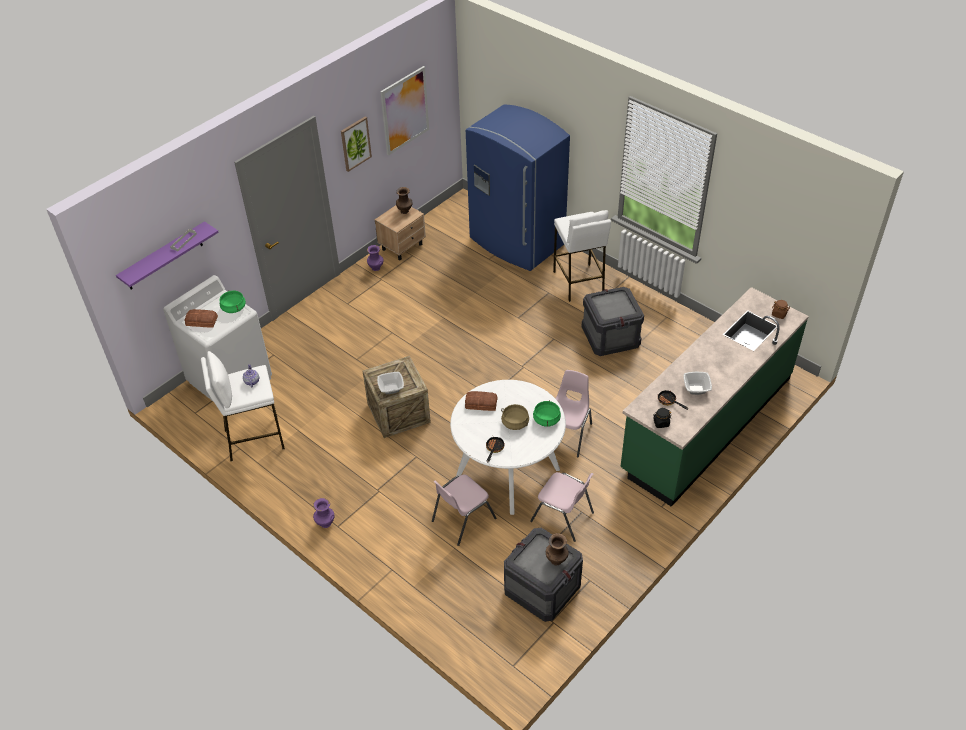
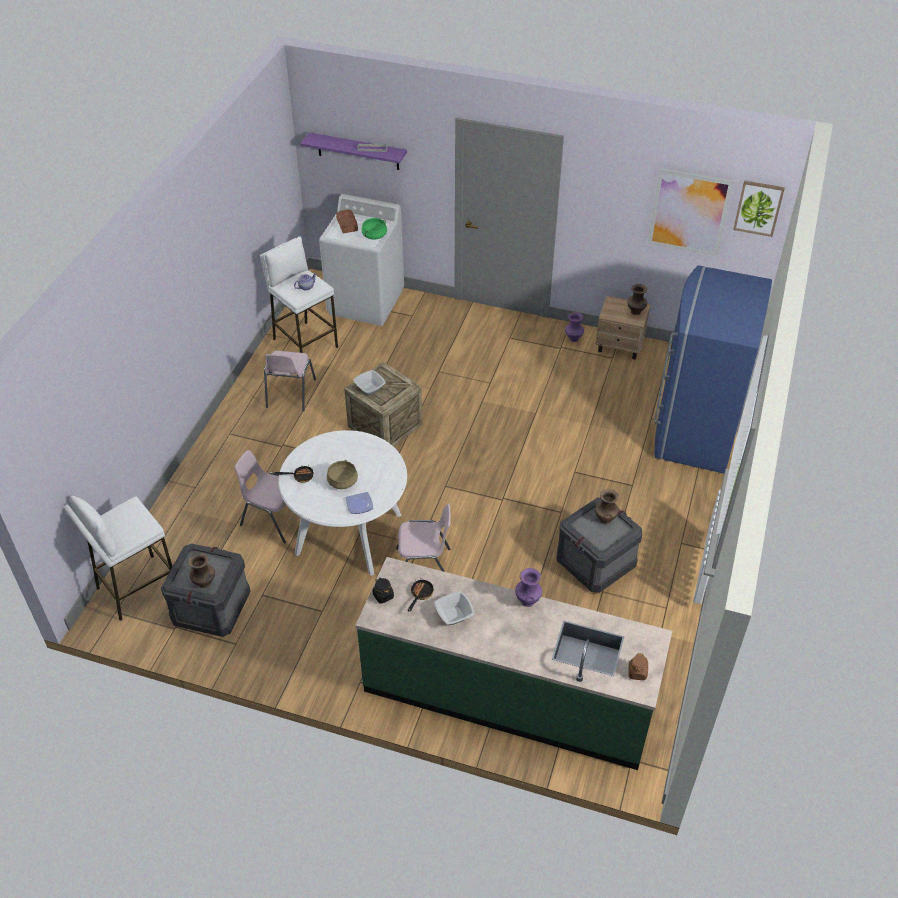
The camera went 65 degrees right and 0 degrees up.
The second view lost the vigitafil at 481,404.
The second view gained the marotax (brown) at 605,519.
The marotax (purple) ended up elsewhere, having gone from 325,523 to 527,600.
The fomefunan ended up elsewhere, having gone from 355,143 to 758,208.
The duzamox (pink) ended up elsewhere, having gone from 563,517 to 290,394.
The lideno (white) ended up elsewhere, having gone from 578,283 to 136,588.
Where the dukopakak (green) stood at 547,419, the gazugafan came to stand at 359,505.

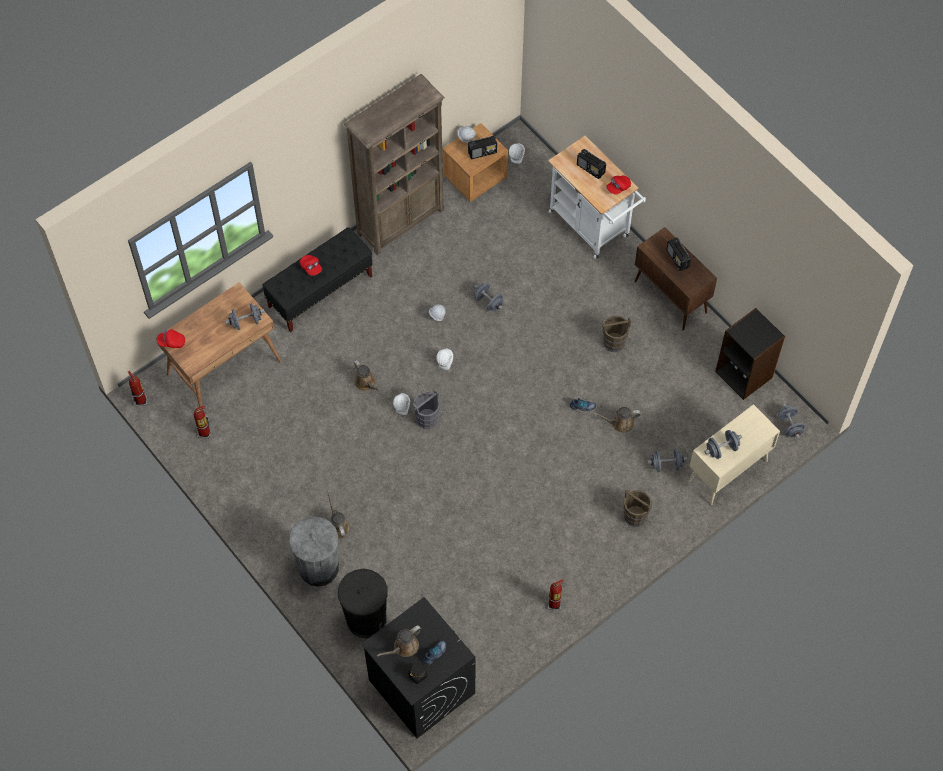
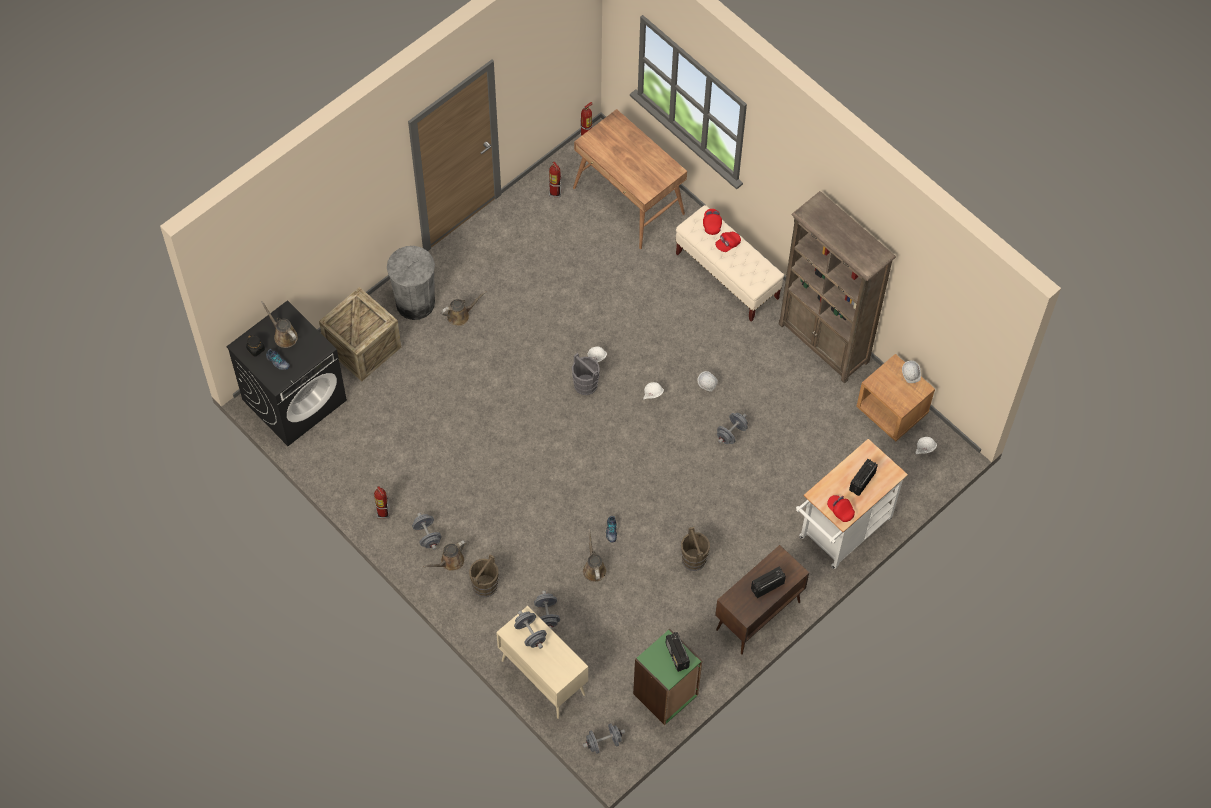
The camera went 85 degrees right and 0 degrees up.
The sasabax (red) ended up elsewhere, having gone from 171,342 to 712,224.
The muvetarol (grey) ended up elsewhere, having gone from 246,322 to 427,535.
The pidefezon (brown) ended up elsewhere, having gone from 366,383 to 450,562.
The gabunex ended up elsewhere, having gone from 482,152 to 677,656.
Where the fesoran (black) stood at 366,619, the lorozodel came to stand at 362,347.
What was the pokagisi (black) at 320,291 turned into the pokagisi (beige) at 727,276.
What was the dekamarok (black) at 744,374 turned into the dekamarok (green) at 666,695.

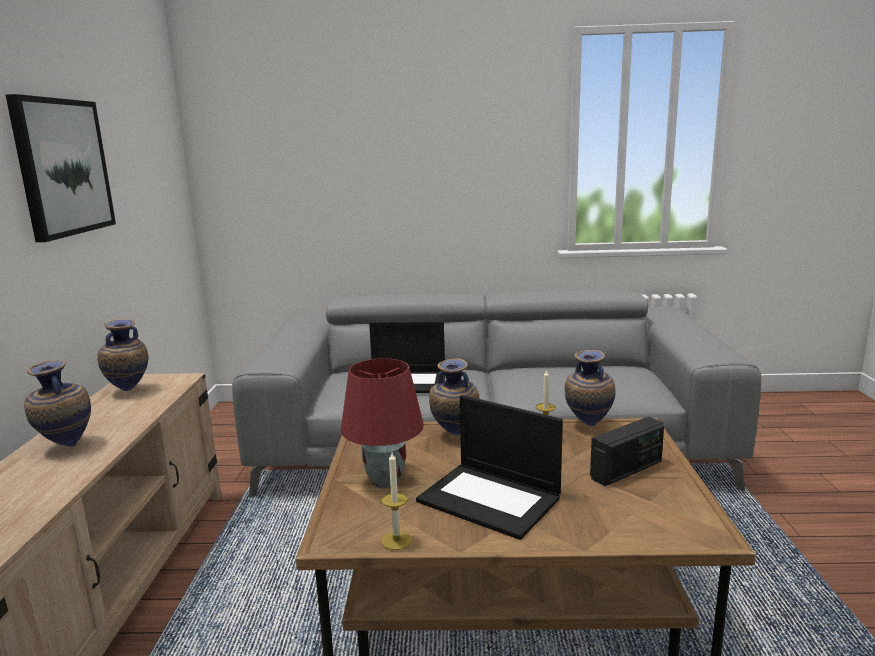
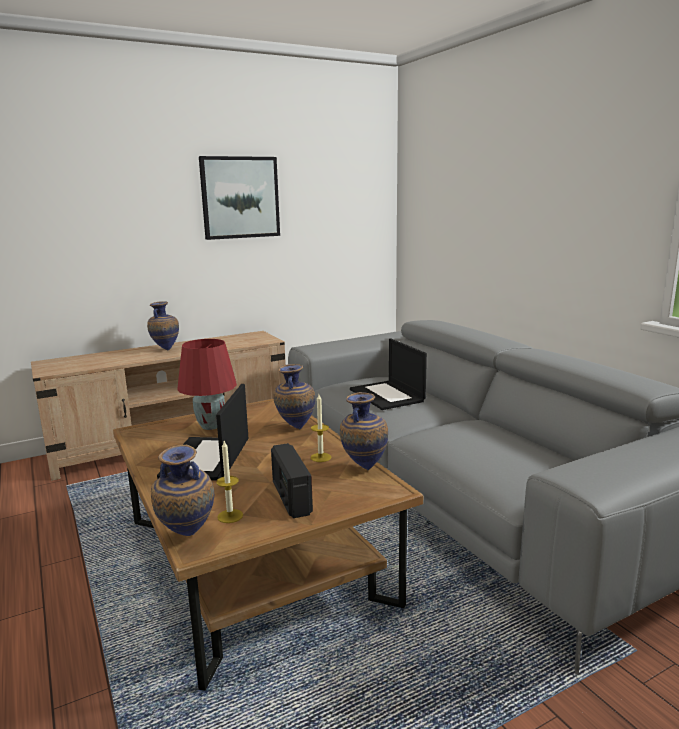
The camera went 60 degrees right and 0 degrees up.
The marotax ended up elsewhere, having gone from 129,391 to 186,537.
The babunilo ended up elsewhere, having gone from 396,540 to 230,516.
The gabunex at 626,470 ended up facing another way, 45 degrees clockwise from before.

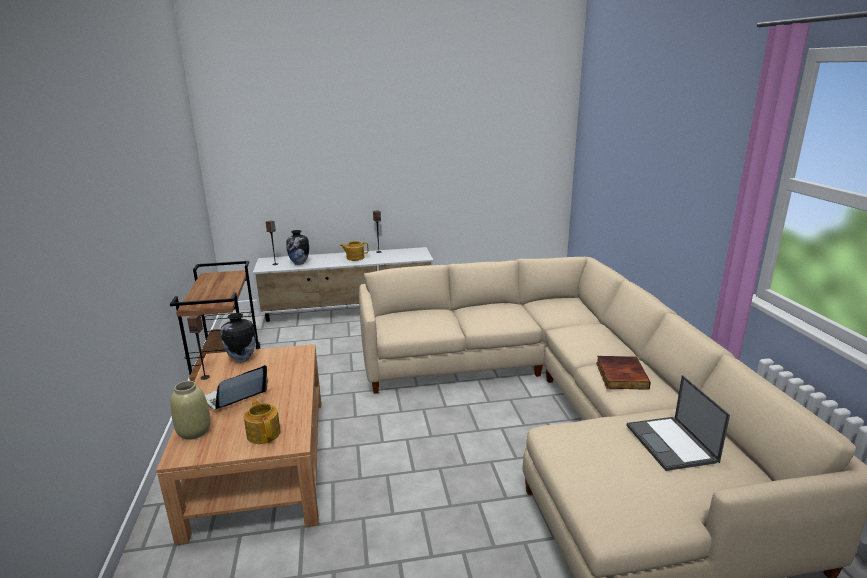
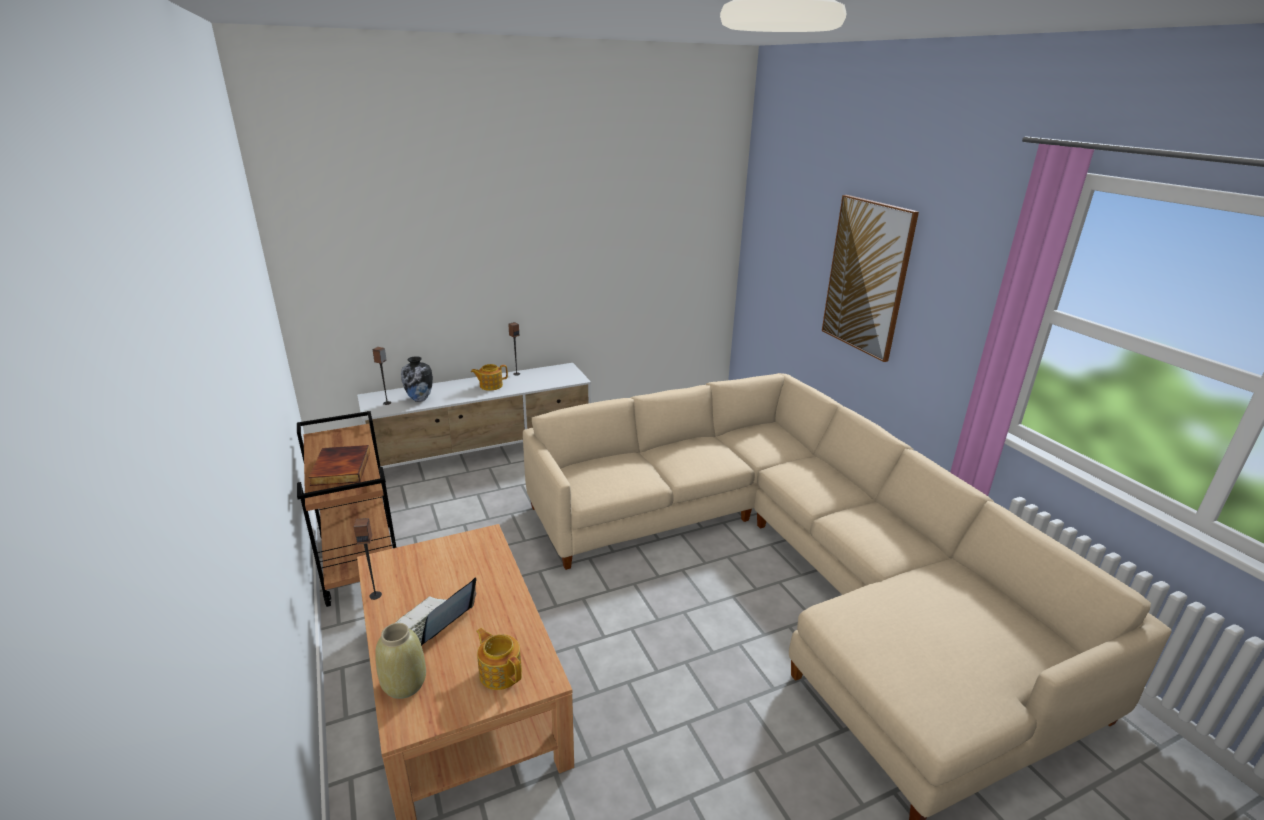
The camera went 15 degrees left and 5 degrees up.
The second view lost the marotax at 241,359.
The second view lost the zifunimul at 672,444.
The second view gained the fomefunan at 867,277.
The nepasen ended up elsewhere, having gone from 620,375 to 340,468.

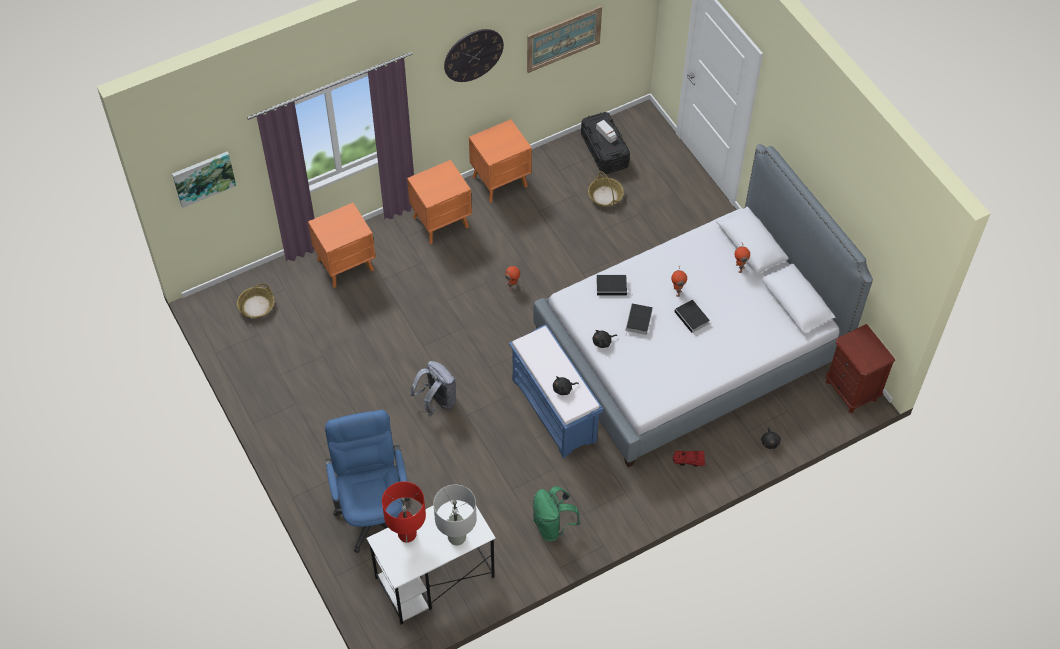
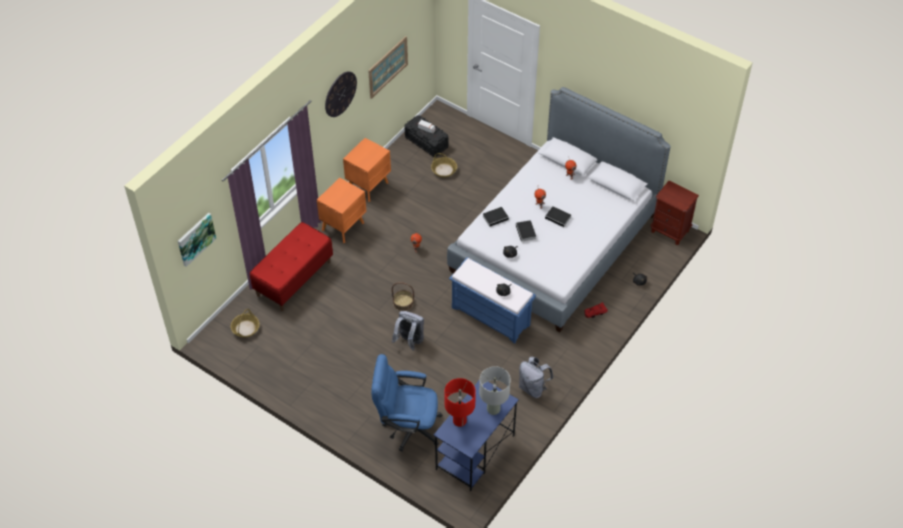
The camera went 25 degrees left and 5 degrees down.
The second view gained the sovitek at 403,302.
Where the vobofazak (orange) stood at 346,265, the pokagisi (red) came to stand at 294,278.
What was the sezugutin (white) at 434,578 turned into the sezugutin (blue) at 475,453.
What was the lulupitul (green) at 552,526 turned into the lulupitul (grey) at 533,388.
The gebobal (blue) at 372,509 ended up facing another way, 45 degrees counterclockwise from before.

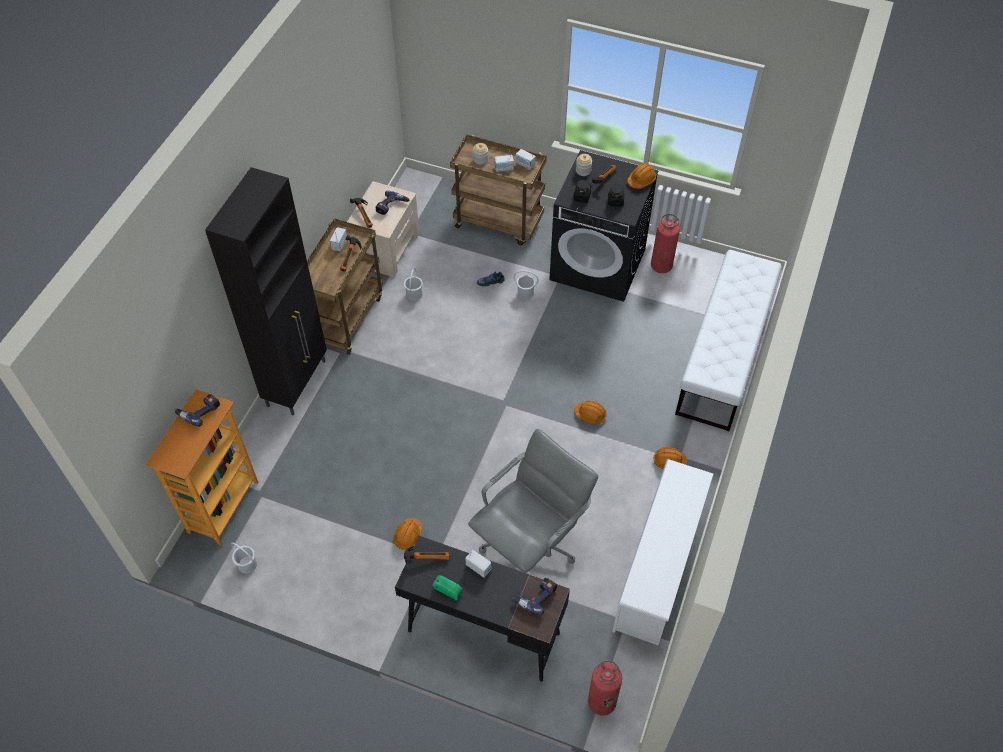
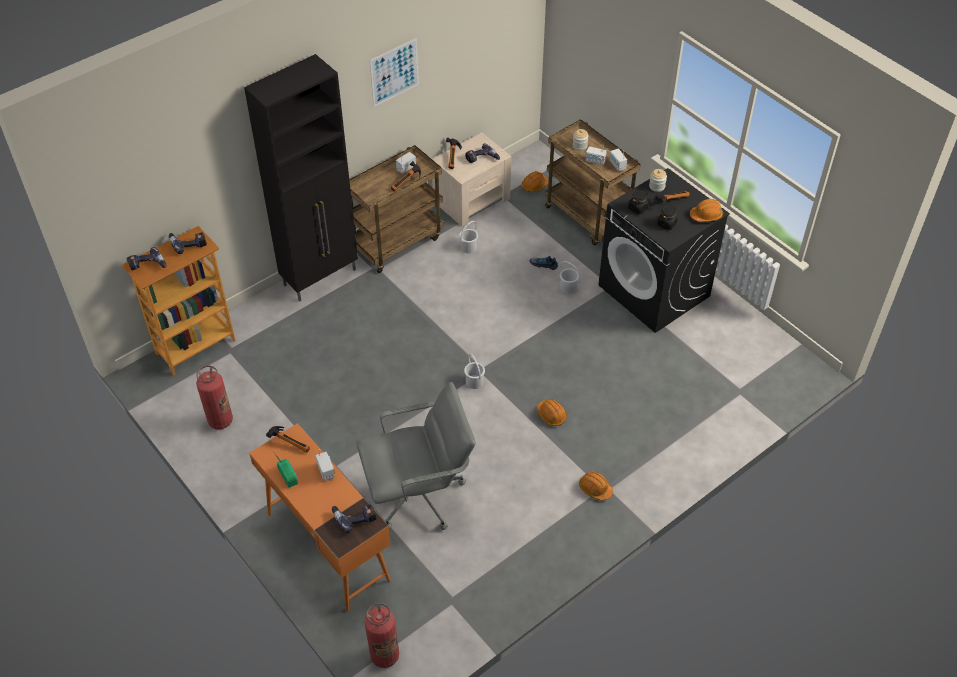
The camera went 30 degrees right and 5 degrees down.
The second view lost the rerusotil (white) at 658,571.
The second view lost the pokagisi (white) at 724,355.
The second view gained the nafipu at 148,266.
The second view gained the fomefunan at 394,72.
The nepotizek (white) ended up elsewhere, having gone from 247,565 to 474,382.
The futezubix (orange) ended up elsewhere, having gone from 408,536 to 534,185.
The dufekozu ended up elsewhere, having gone from 661,266 to 220,420.
What was the sezugutin (black) at 483,632 turned into the sezugutin (orange) at 327,546.

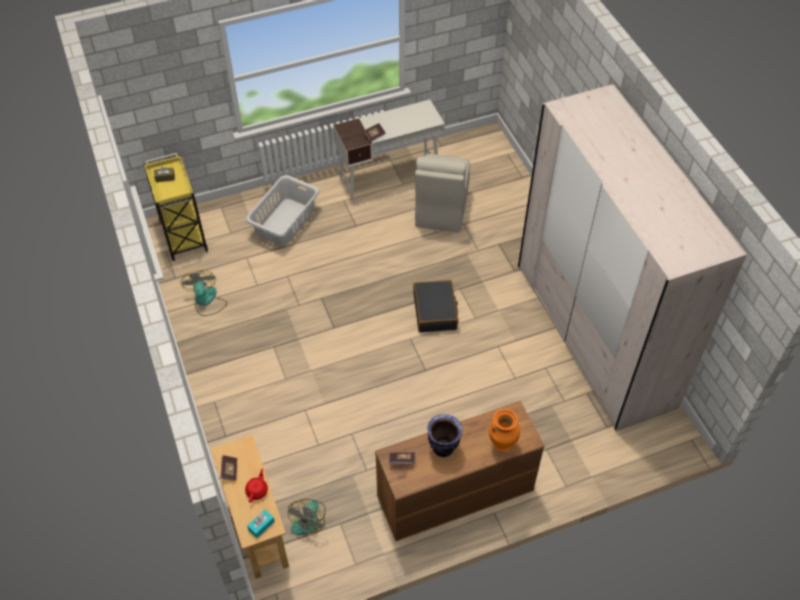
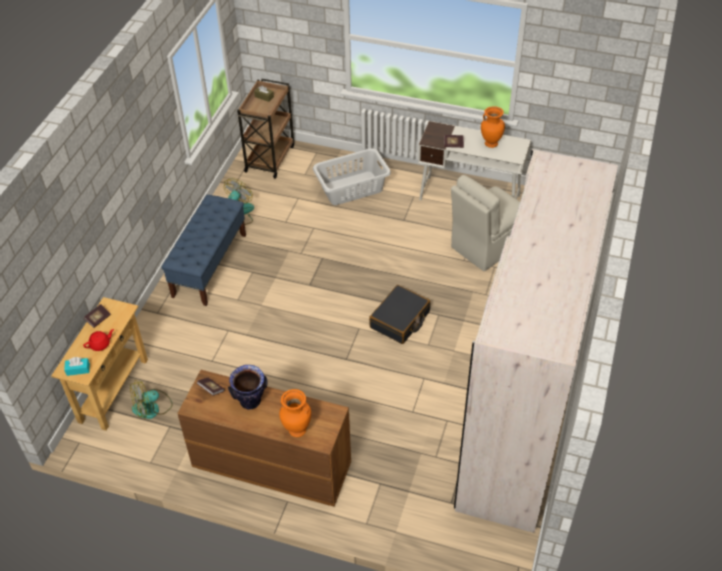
The camera went 40 degrees right and 5 degrees down.
The second view gained the pokagisi (blue) at 209,265.
The second view gained the marotax (orange) at 491,143.
What was the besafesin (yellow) at 183,235 turned into the besafesin (brown) at 270,158.

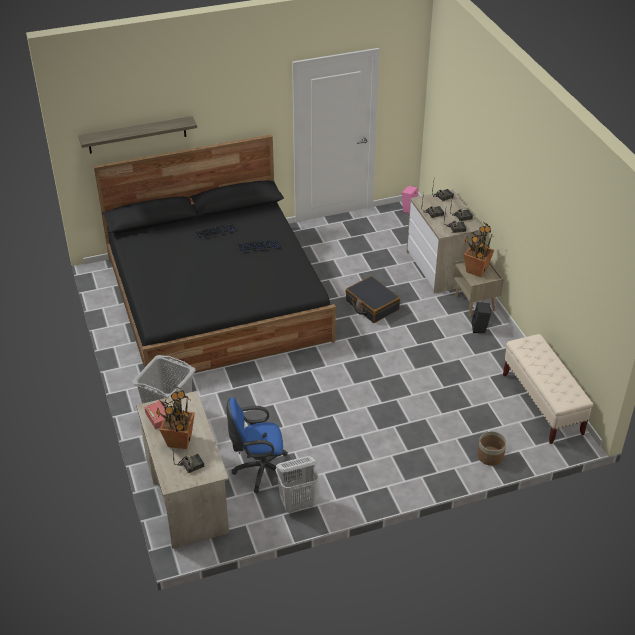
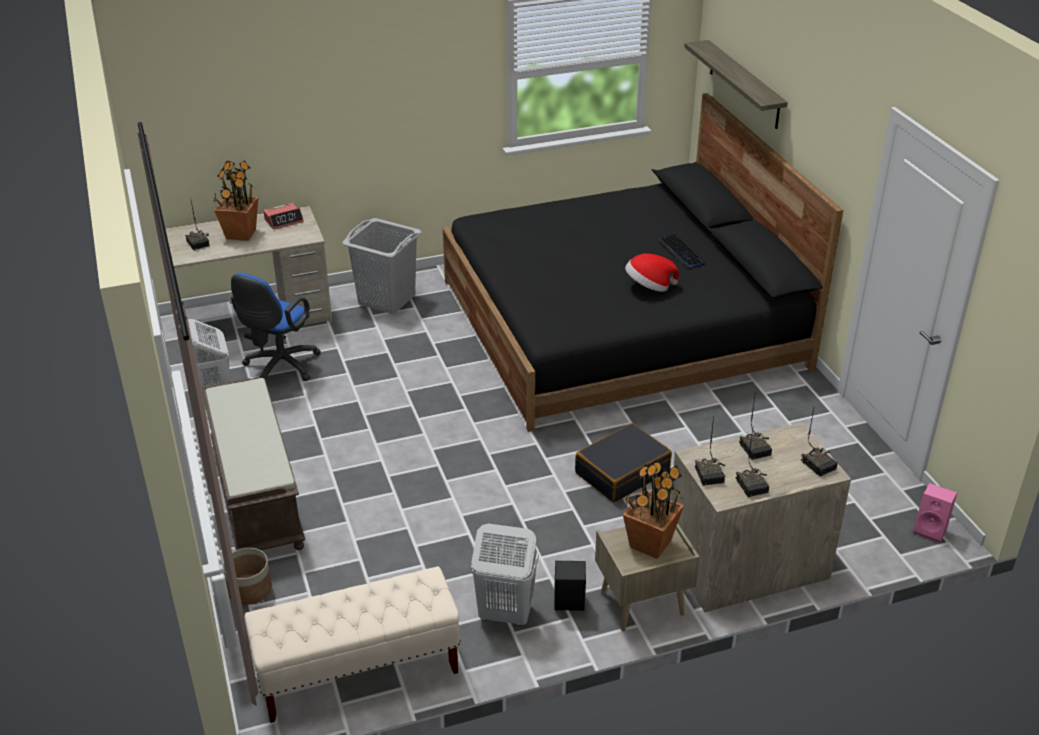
The camera went 90 degrees right and 5 degrees down.
The second view gained the pokagisi (brown) at 255,494.
The second view gained the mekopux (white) at 504,614.
Where the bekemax stood at 258,247, the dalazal came to stand at 649,287.
The gebobal (blue) at 259,470 ended up facing another way, 150 degrees counterclockwise from before.

